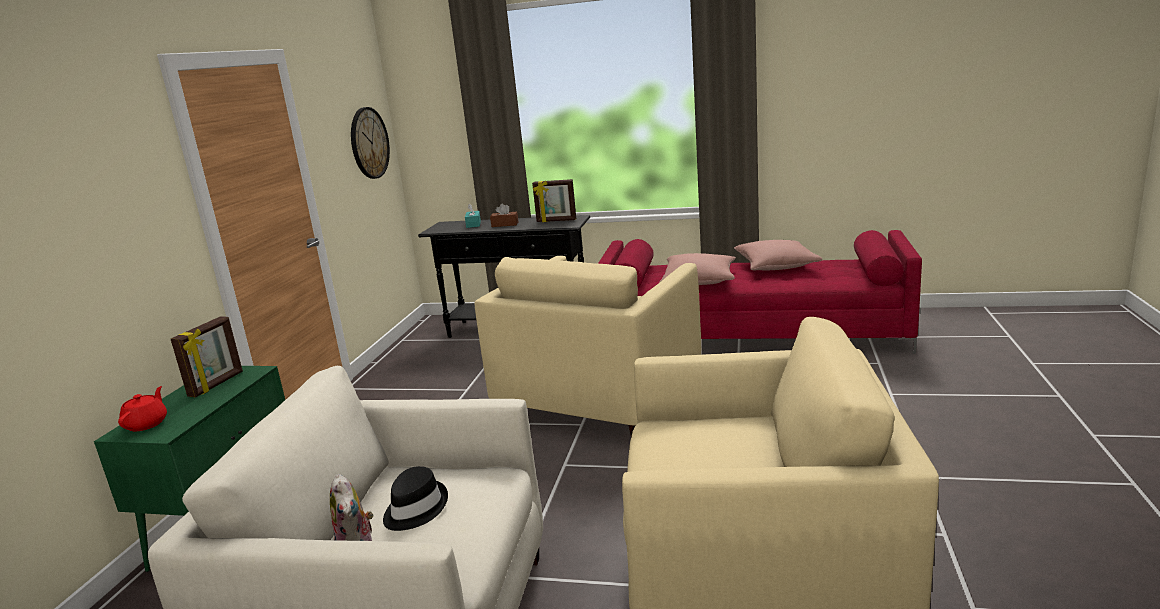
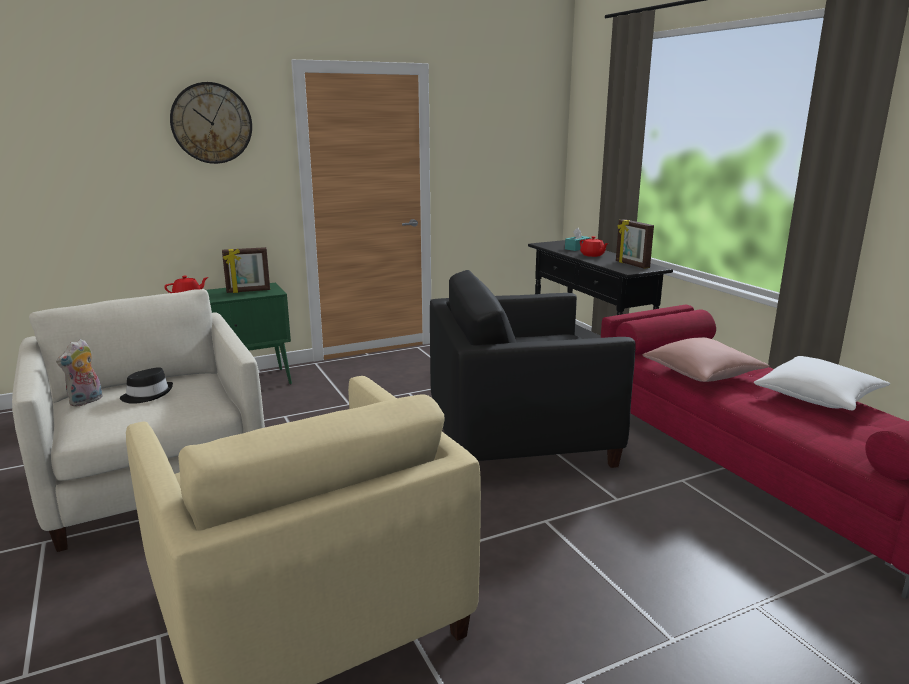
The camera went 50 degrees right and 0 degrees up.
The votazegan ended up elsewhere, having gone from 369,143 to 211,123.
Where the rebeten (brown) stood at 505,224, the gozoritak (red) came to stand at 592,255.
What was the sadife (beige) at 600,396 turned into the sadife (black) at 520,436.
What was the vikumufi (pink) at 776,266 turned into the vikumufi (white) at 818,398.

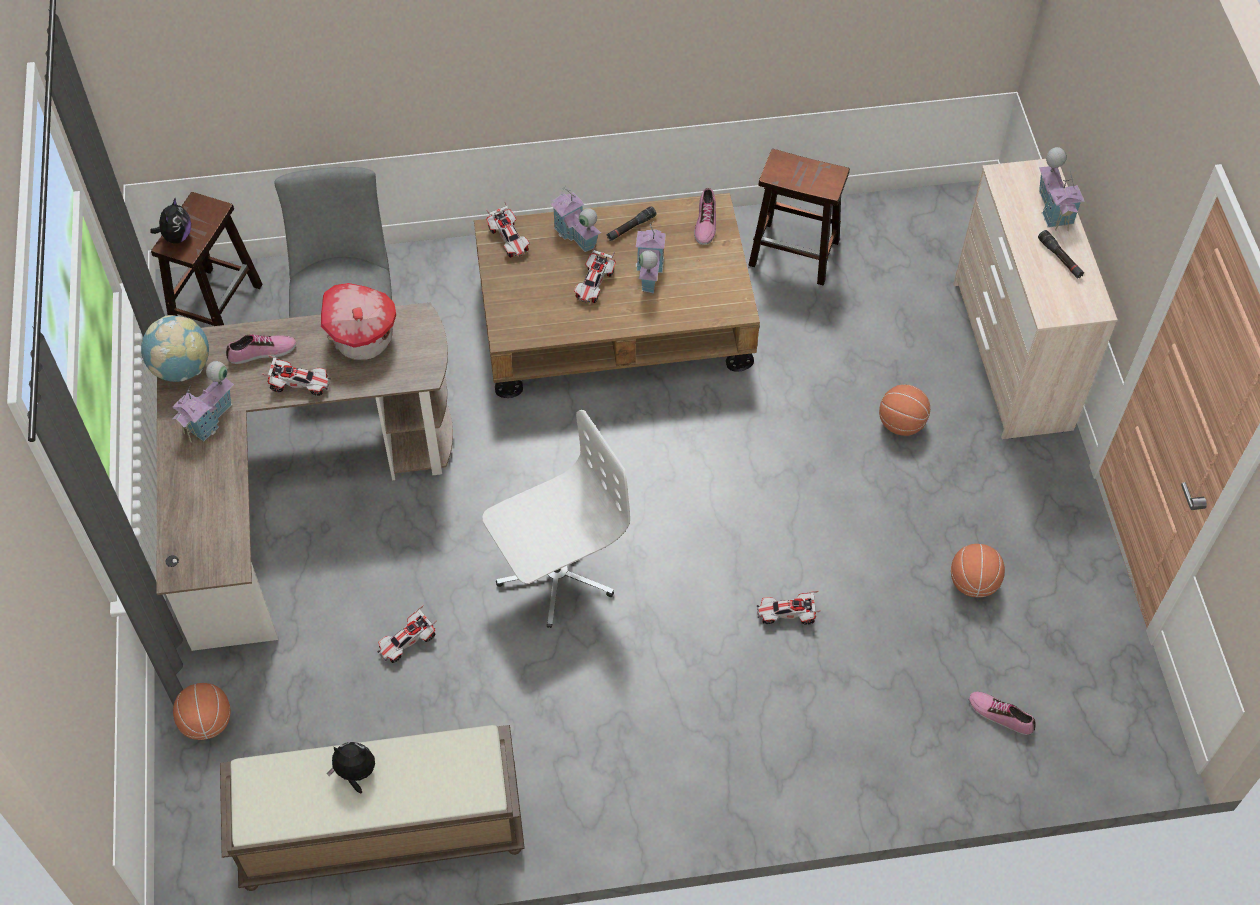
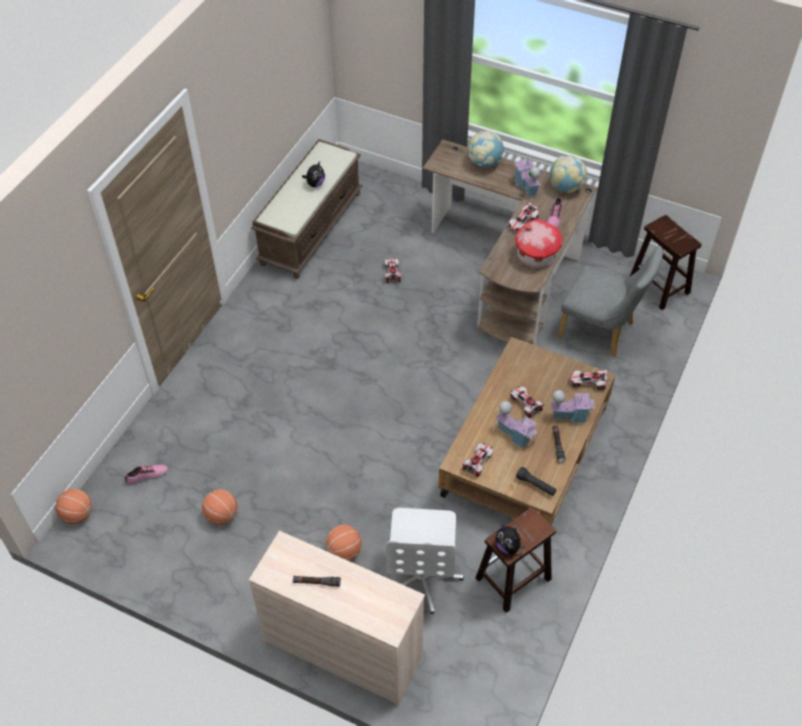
The camera went 125 degrees right and 5 degrees down.
The second view lost the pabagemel at 1054,209.
The second view gained the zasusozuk at 484,163.
The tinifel ended up elsewhere, having gone from 176,236 to 508,546.
The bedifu ended up elsewhere, having gone from 207,723 to 77,514.
The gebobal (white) ended up elsewhere, having gone from 556,573 to 422,576.
The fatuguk ended up elsewhere, having gone from 787,614 to 477,462.
Where the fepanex stood at 705,222, the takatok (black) came to stand at 536,485.

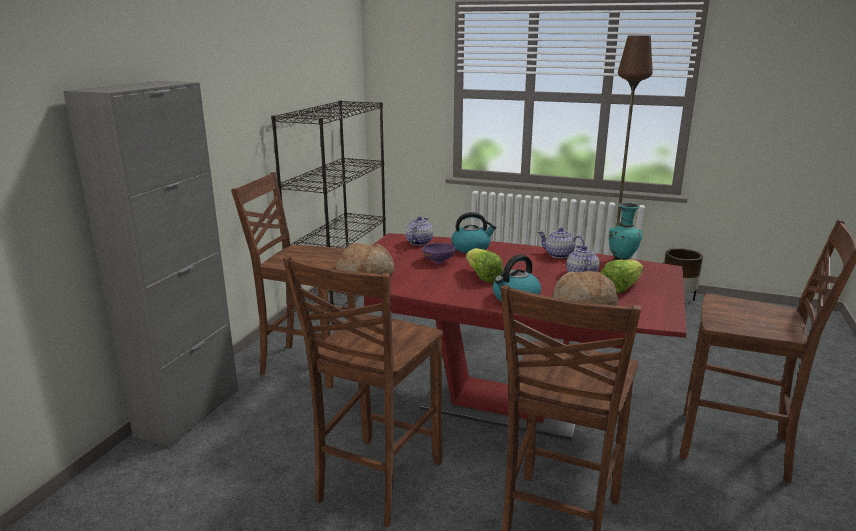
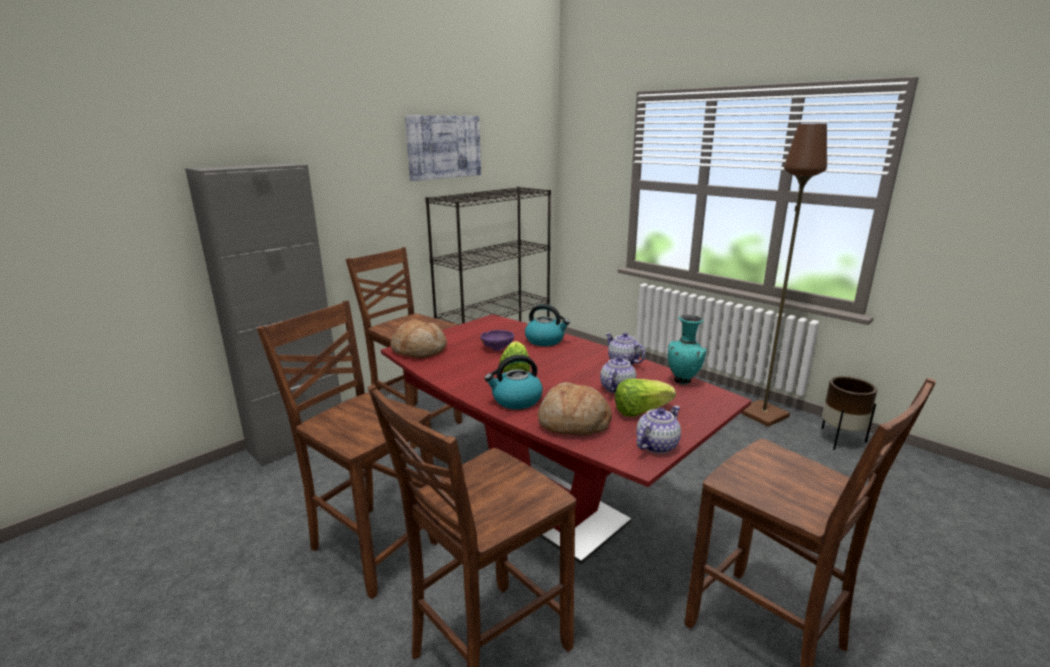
The camera went 25 degrees right and 0 degrees up.
The second view gained the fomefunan at 444,147.
The gozoritak ended up elsewhere, having gone from 418,242 to 656,445.
The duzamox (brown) at 376,481 ended up facing another way, 75 degrees clockwise from before.

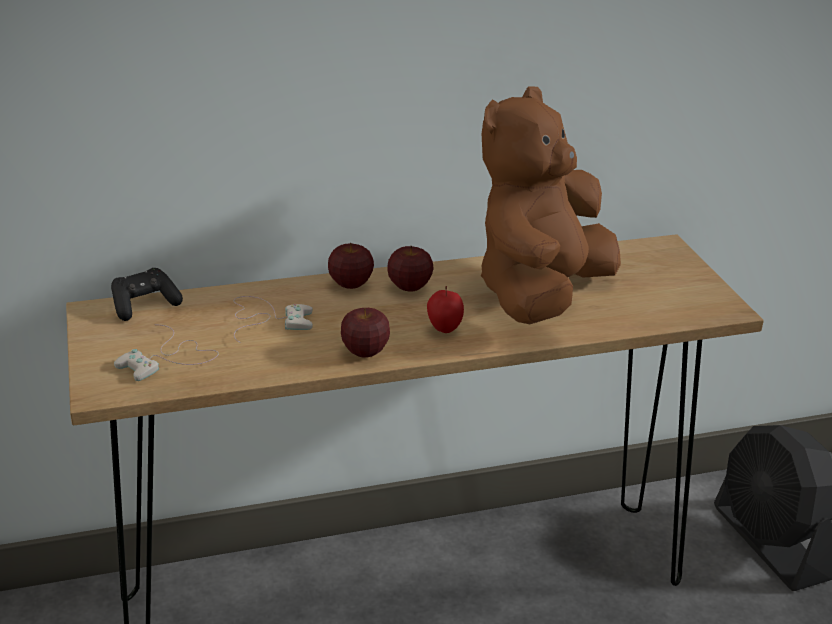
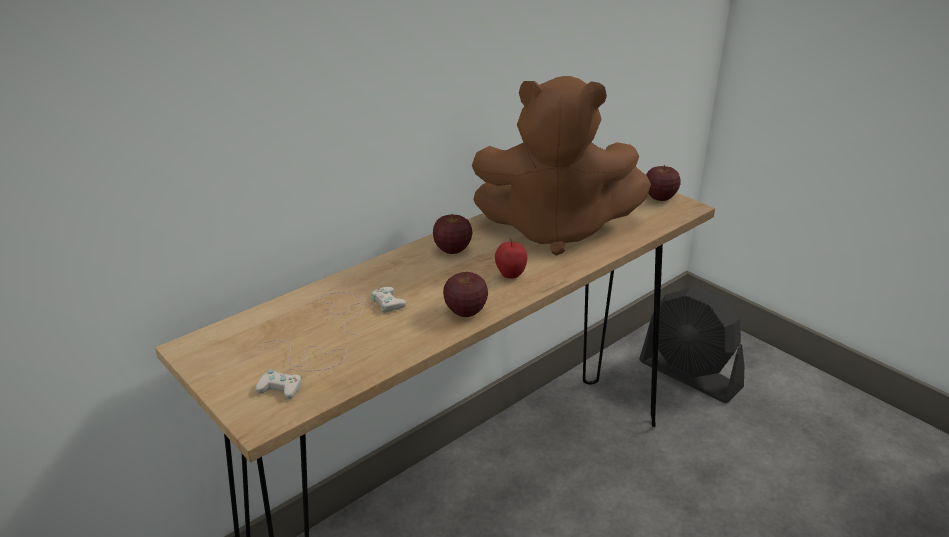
The camera went 25 degrees left and 0 degrees up.
The second view lost the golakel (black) at 144,305.
The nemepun ended up elsewhere, having gone from 350,284 to 660,198.
The tinifel (brown) at 540,295 ended up facing another way, 90 degrees counterclockwise from before.

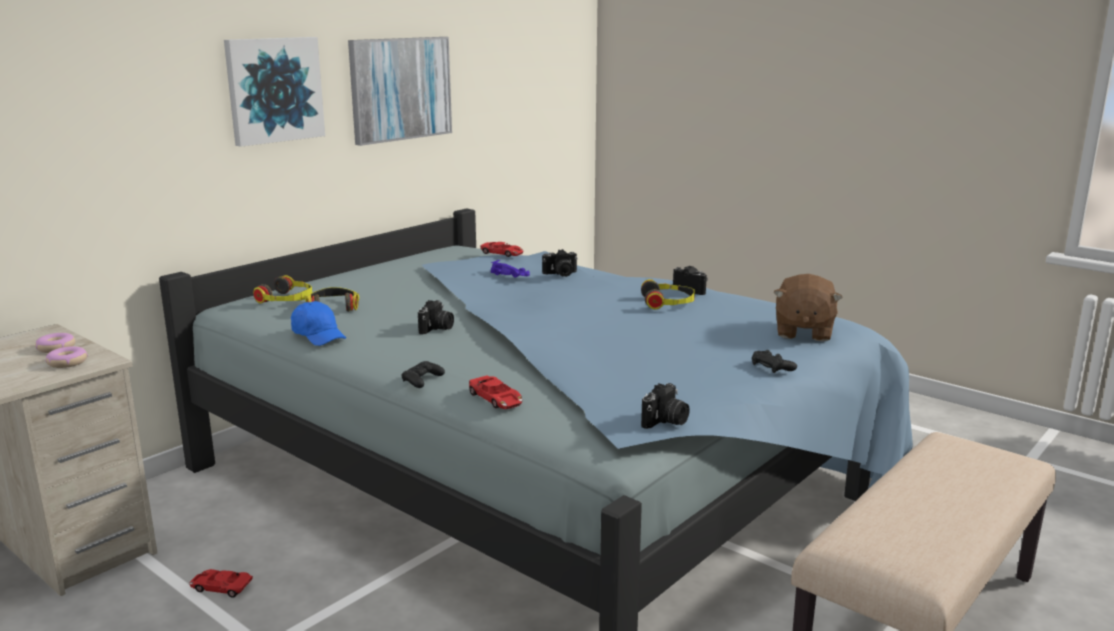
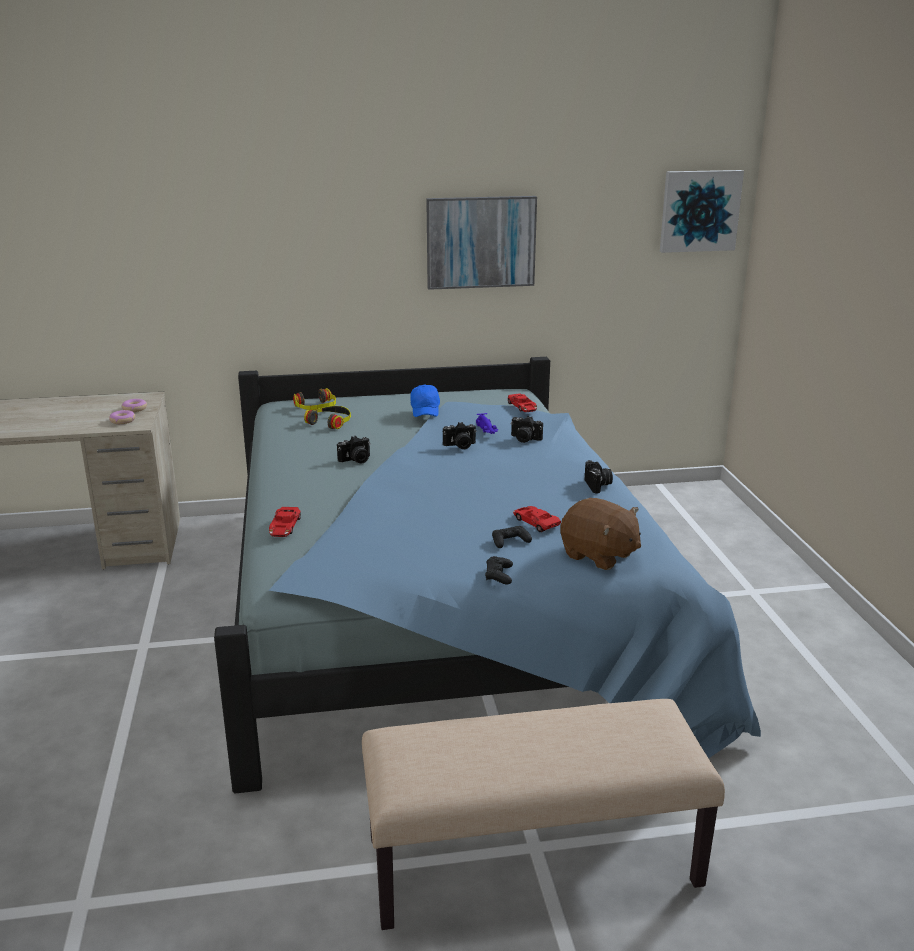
The camera went 40 degrees right and 5 degrees up.
The second view lost the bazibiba at 668,303.
The fatuguk (red) ended up elsewhere, having gone from 220,587 to 535,522.
The fomefunan ended up elsewhere, having gone from 274,90 to 699,211.
The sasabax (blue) ended up elsewhere, having gone from 319,336 to 425,410.
The golakel (black) ended up elsewhere, having gone from 422,380 to 510,541.
The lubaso ended up elsewhere, having gone from 666,421 to 460,446.
The tinifel (brown) at 803,332 ended up facing another way, 105 degrees counterclockwise from before.

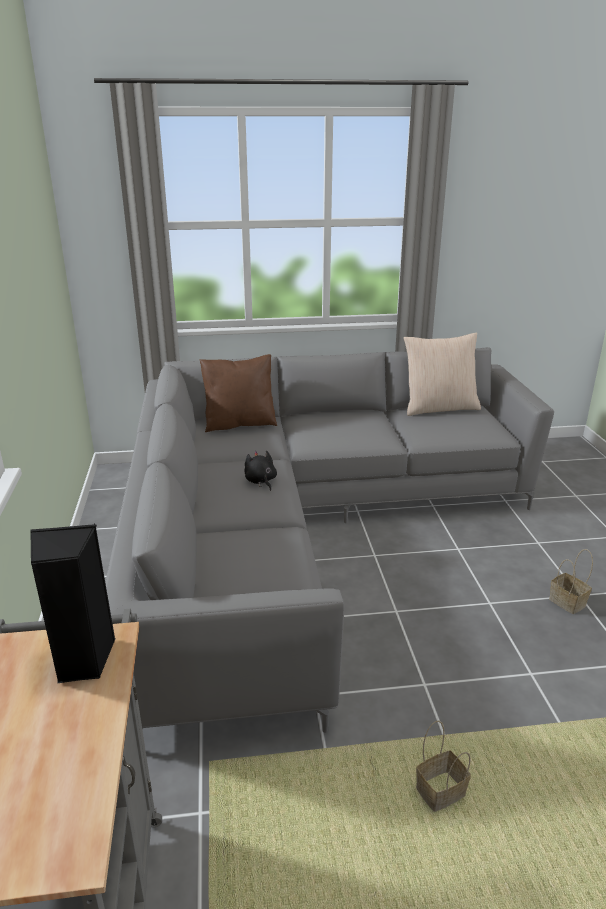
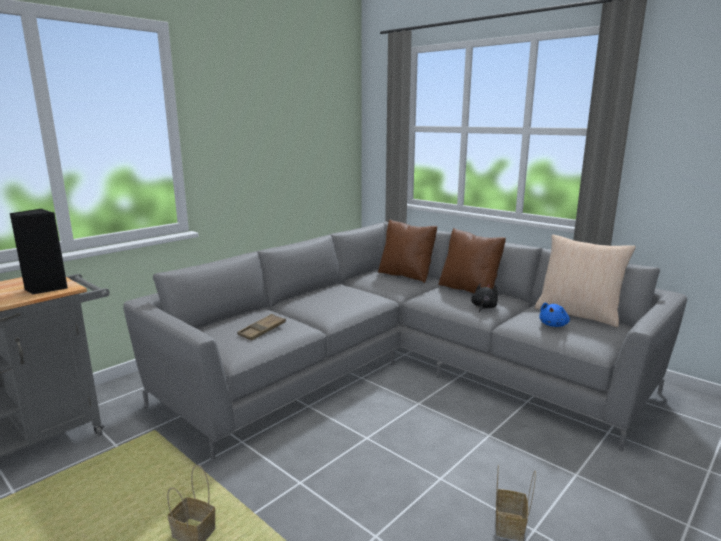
The camera went 50 degrees right and 10 degrees down.
The second view gained the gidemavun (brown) at 262,330.
The second view gained the vikumufi (brown) at 469,290.
The second view gained the tinifel (blue) at 553,325.
The tinifel (black) ended up elsewhere, having gone from 261,481 to 483,307.

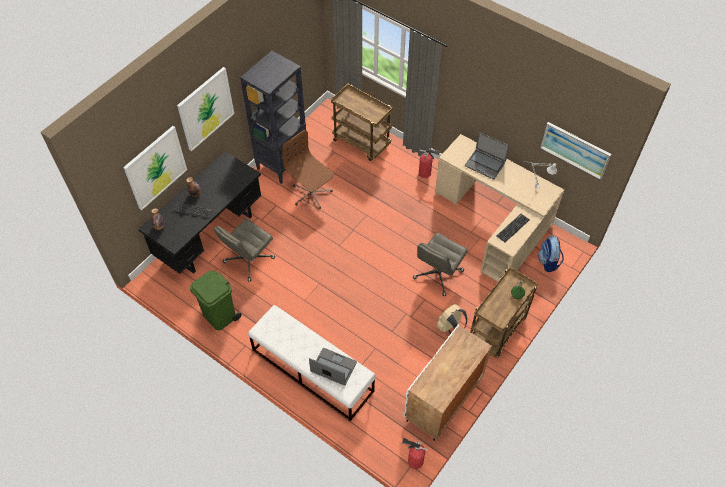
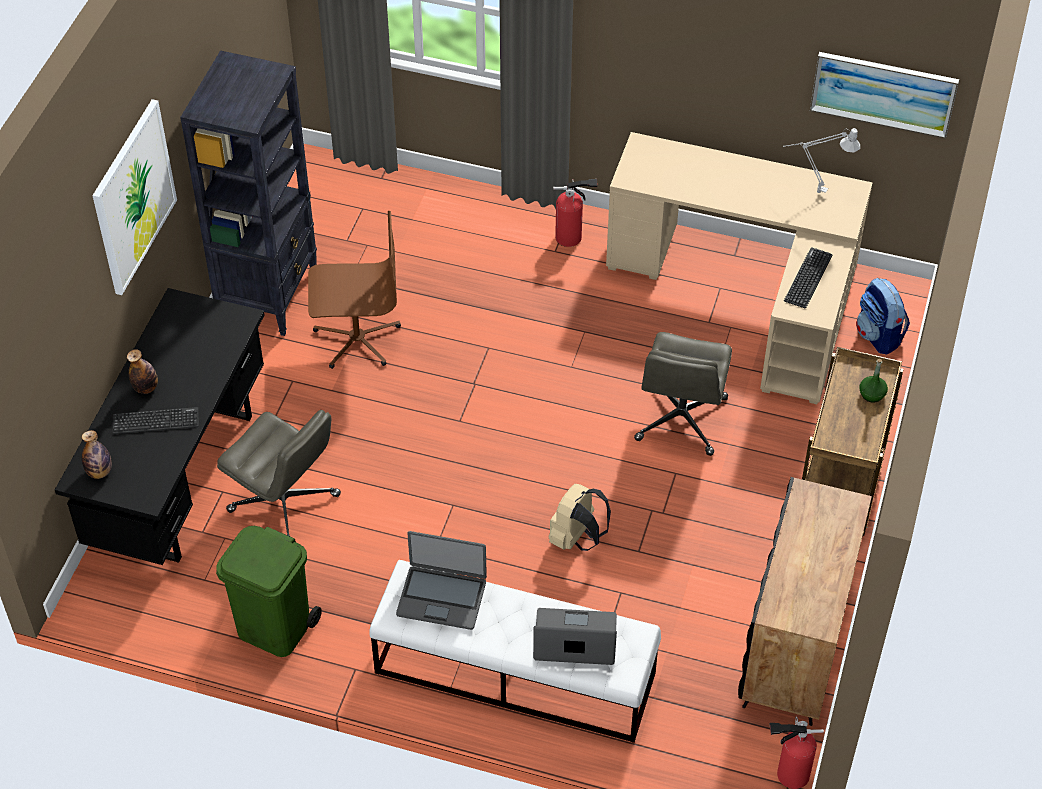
The camera went 20 degrees left and 5 degrees down.
The second view lost the fomefunan at 155,167.
The second view lost the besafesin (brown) at 362,143.
The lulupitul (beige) ended up elsewhere, having gone from 450,327 to 577,538.
The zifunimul ended up elsewhere, having gone from 485,164 to 442,597.
What was the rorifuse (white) at 443,400 turned into the rorifuse (black) at 795,646.
The gebobal (grey) at 248,260 ended up facing another way, 75 degrees counterclockwise from before.
The gebobal (brown) at 311,194 ended up facing another way, 150 degrees clockwise from before.

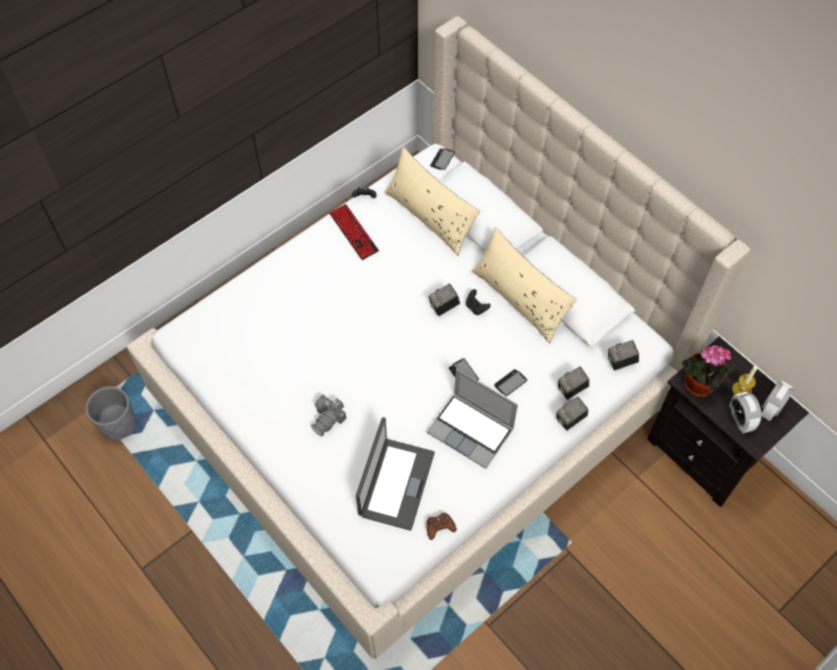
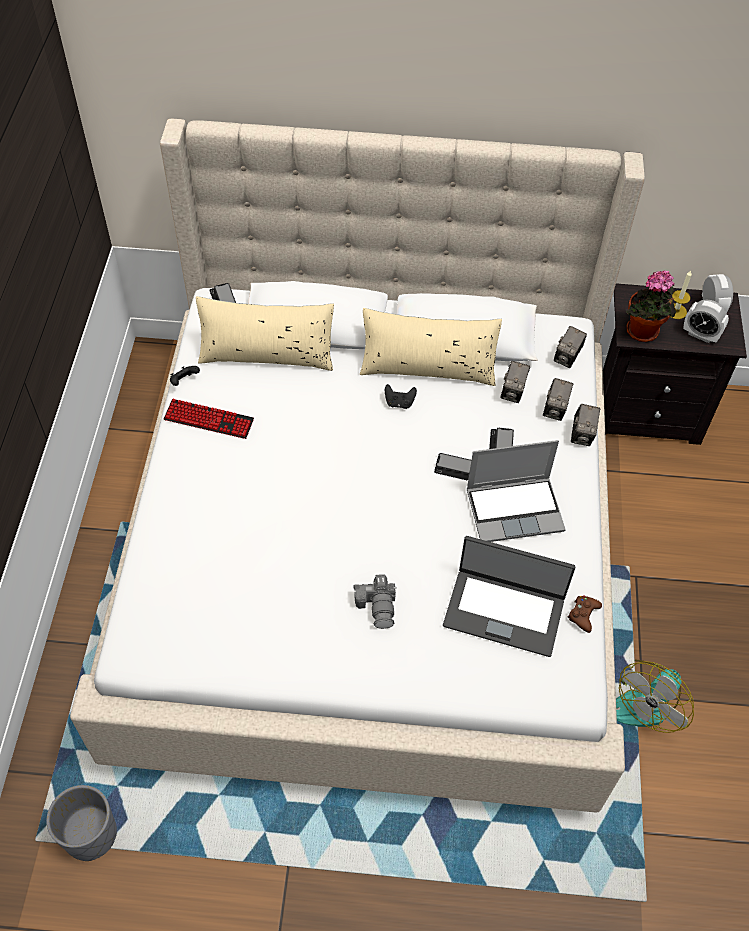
The camera went 45 degrees left and 5 degrees down.
The second view gained the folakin at 646,700.
The lubaso ended up elsewhere, having gone from 444,307 to 513,392.
The zifunimul at 395,483 ended up facing another way, 135 degrees clockwise from before.

